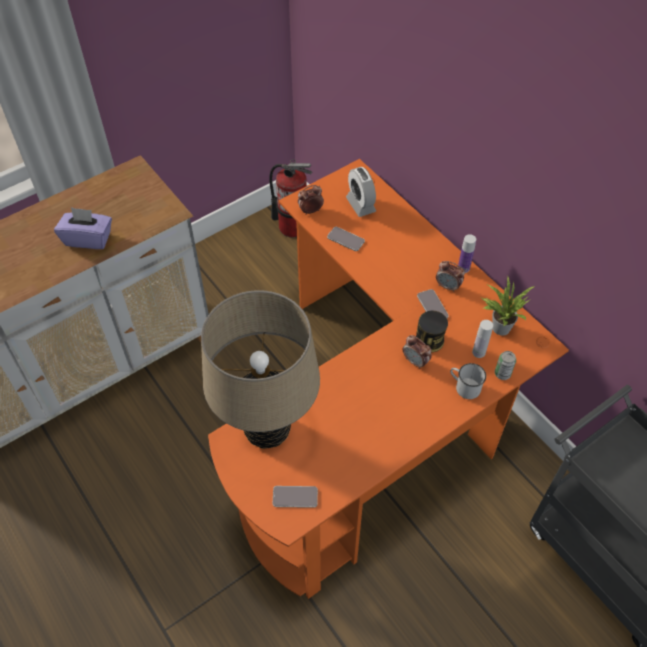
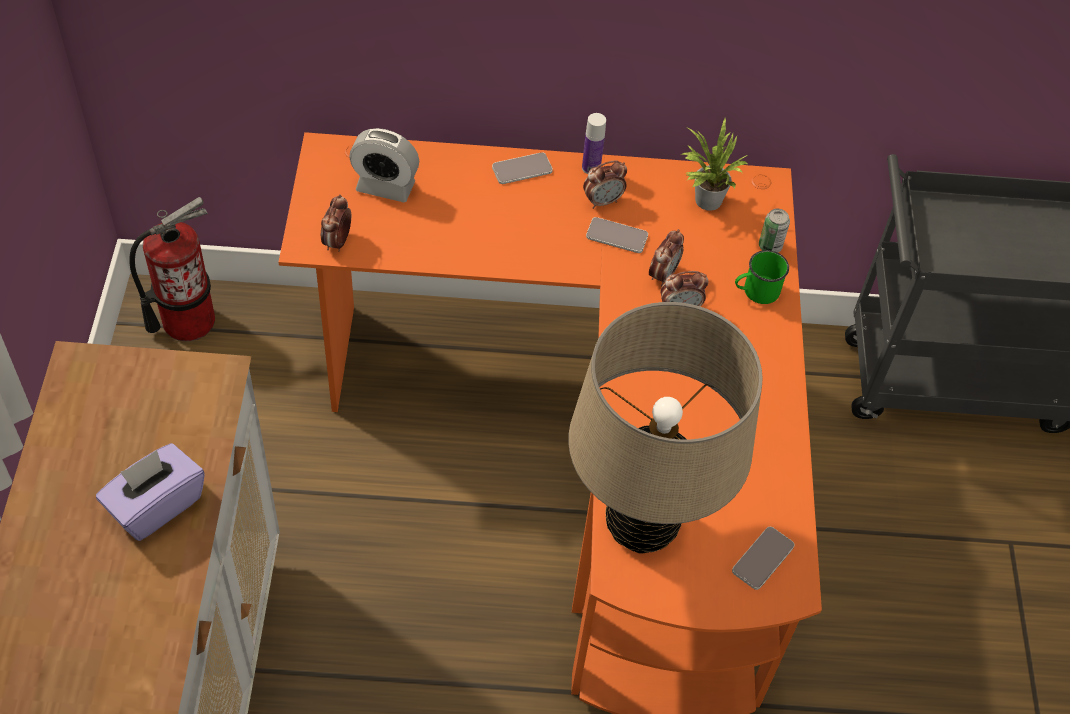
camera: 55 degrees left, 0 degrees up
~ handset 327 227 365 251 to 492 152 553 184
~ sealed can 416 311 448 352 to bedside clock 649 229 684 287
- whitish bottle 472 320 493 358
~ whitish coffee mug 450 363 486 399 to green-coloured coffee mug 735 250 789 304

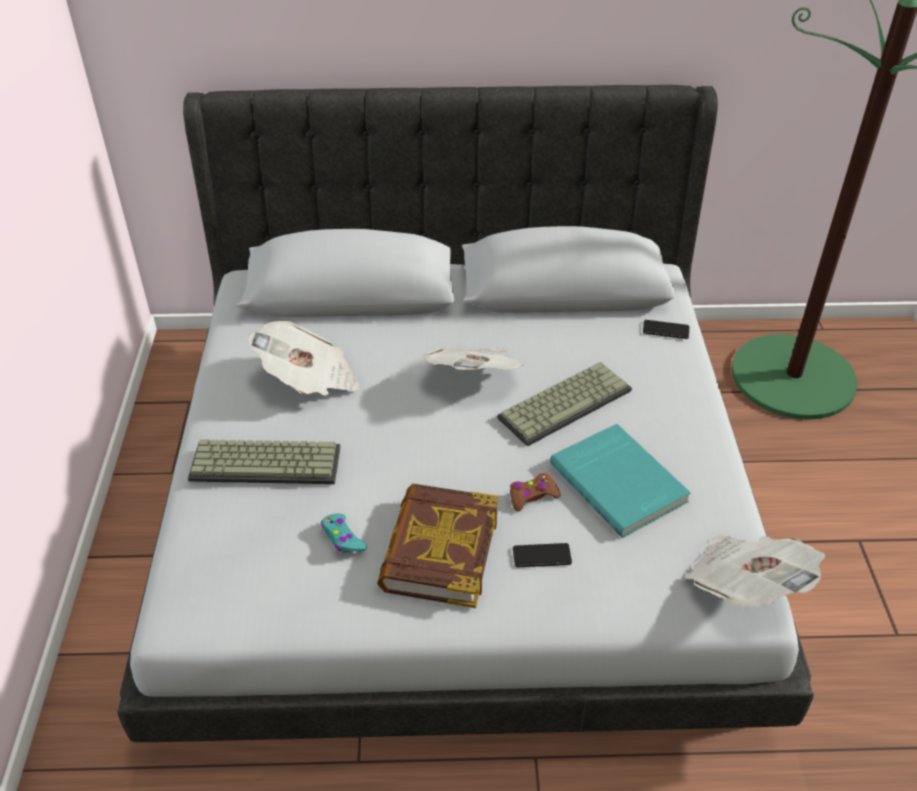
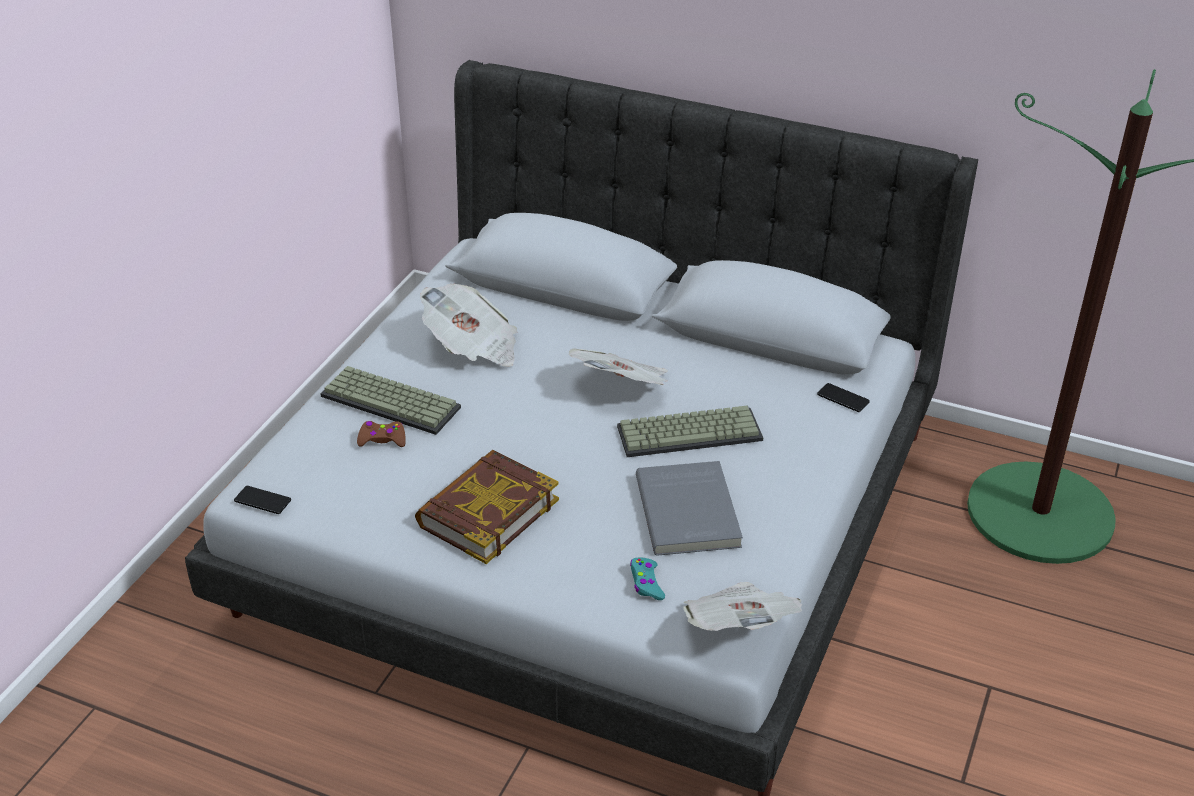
camera: 25 degrees right, 5 degrees down
~ turquoise-coloured book 550 424 691 538 to greyish book 636 461 743 556
~ brownish game controller 510 473 561 512 to 357 421 406 447
~ turquoise-coloured game controller 321 514 367 553 to 630 558 665 600
~ handset 513 543 572 567 to 234 486 291 514

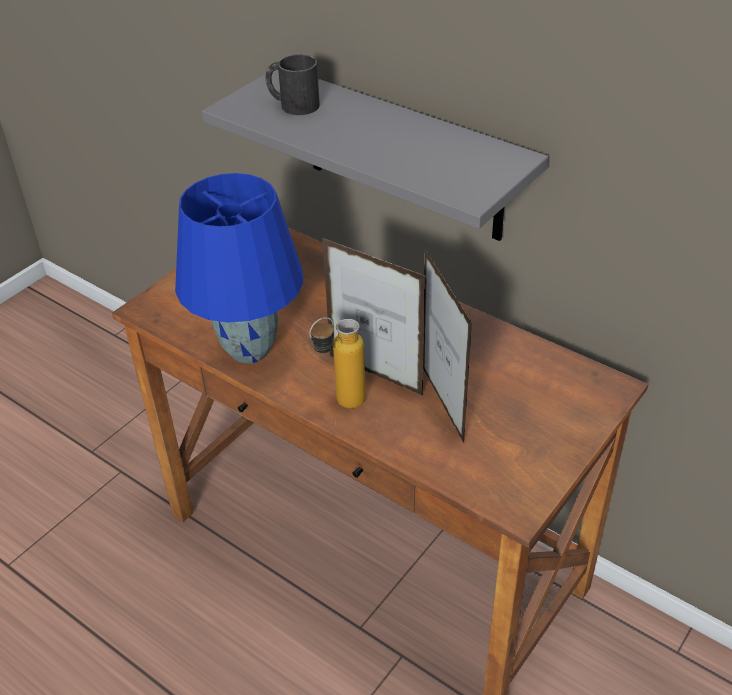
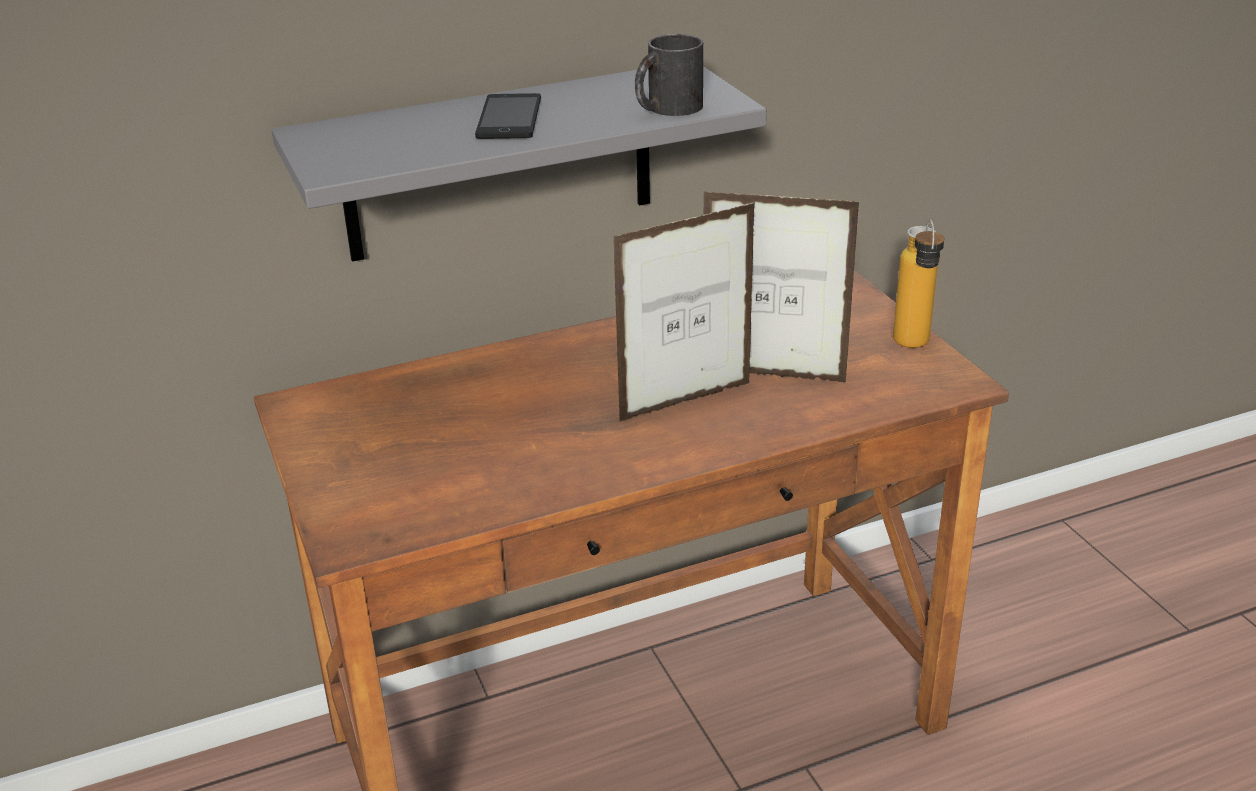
camera: 60 degrees left, 10 degrees down
~ black coffee mug 265 54 320 115 to 635 34 703 116
- blue-coloured table lamp 175 173 303 364
~ bottle 309 317 366 409 to 893 219 944 348
+ handset 475 93 541 139

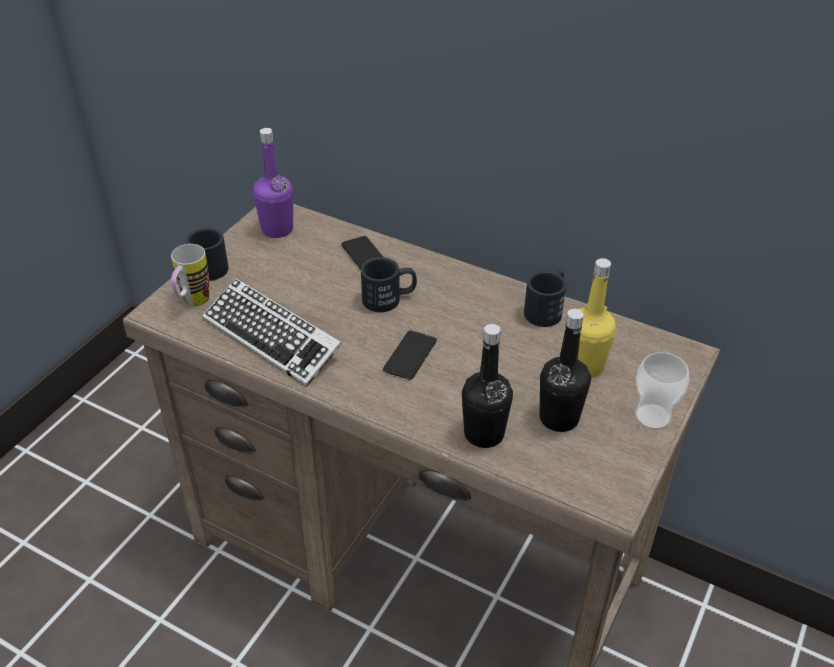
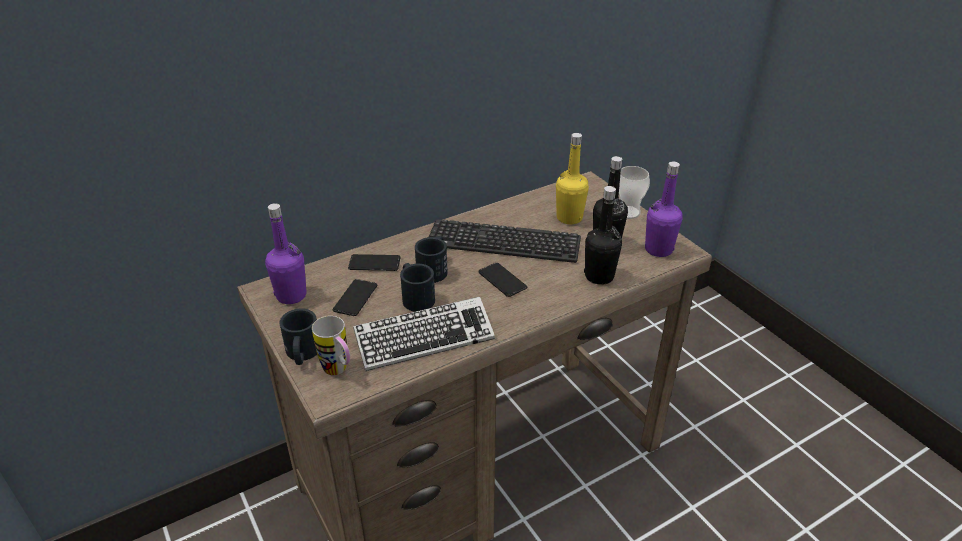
camera: 60 degrees left, 5 degrees down
~ black coffee mug 524 270 567 327 to 400 263 435 312
+ purplish bottle 645 161 682 257
+ PC keyboard 429 219 581 263
+ handset 333 279 377 316

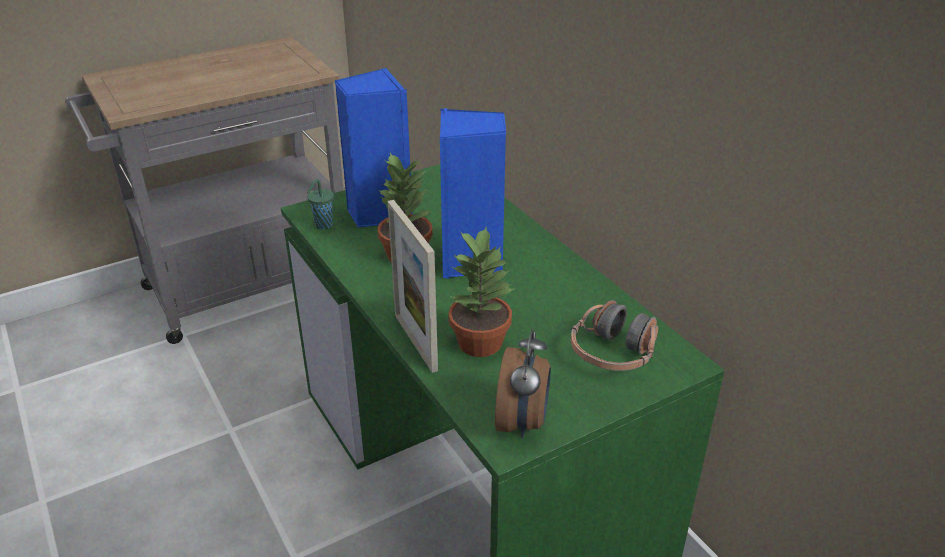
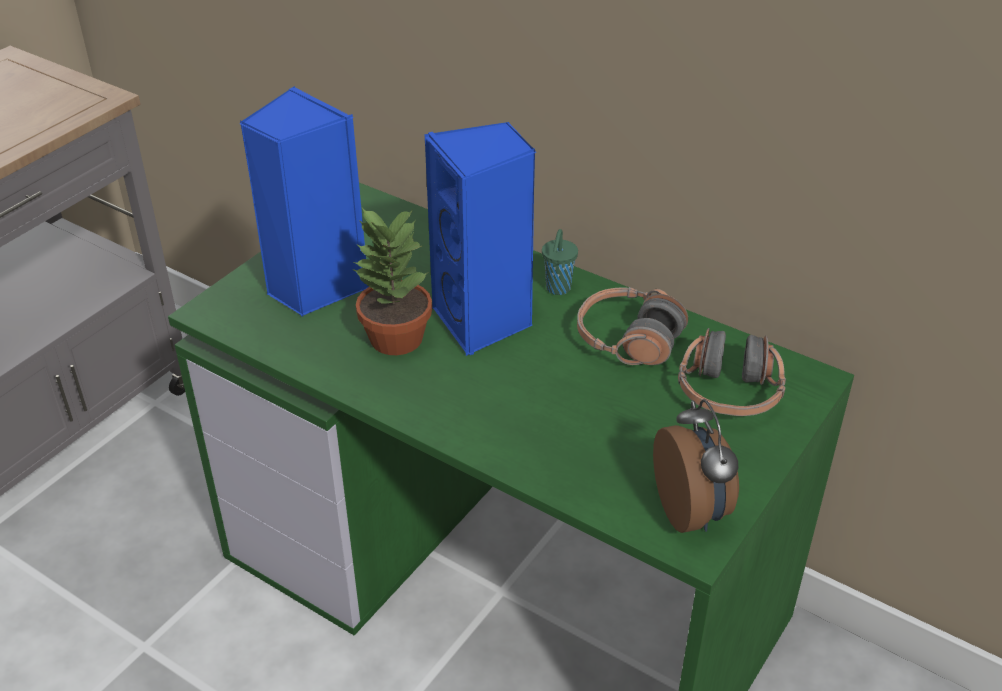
camera: 25 degrees left, 5 degrees up
~ green-coloured drinking cup 307 179 334 229 to 542 229 578 295
- picture frame 388 200 438 373
- plant in a pot 448 227 516 357
+ headphones 577 287 688 365

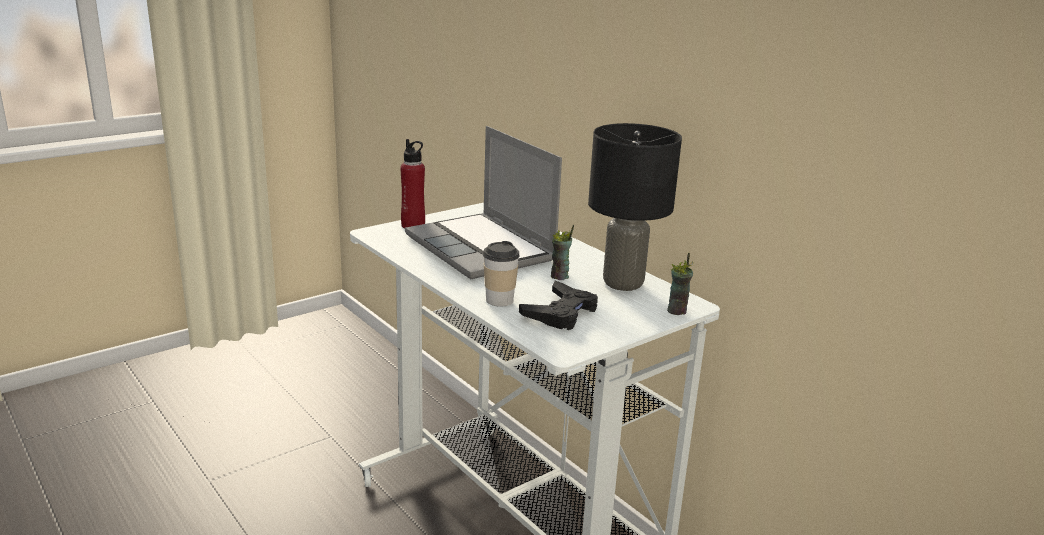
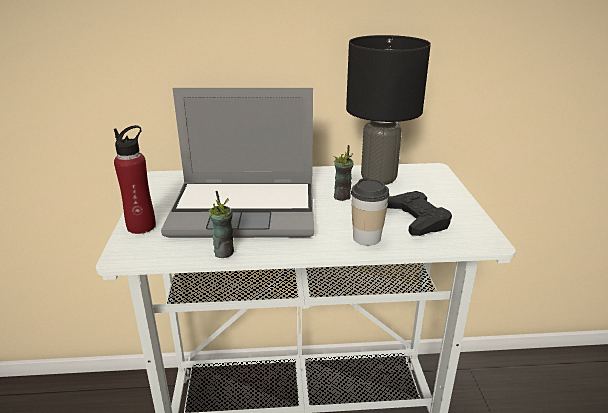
camera: 55 degrees left, 5 degrees up
~ drinking cup 667 253 694 315 to 208 191 234 258

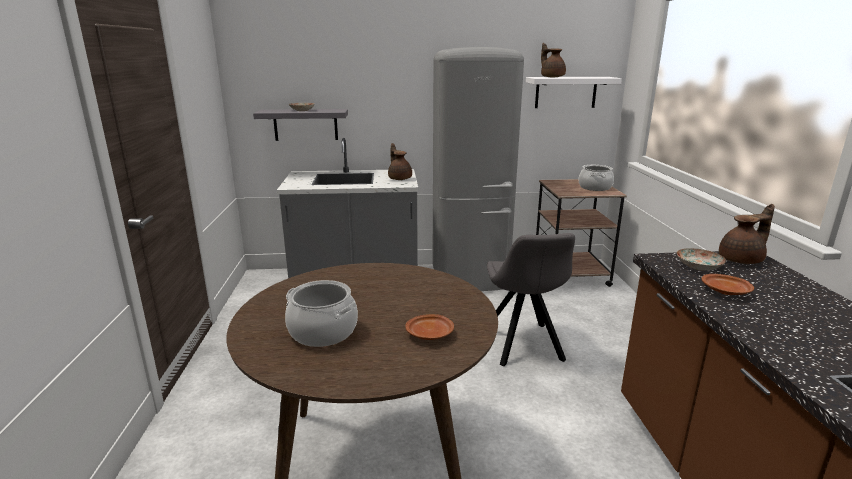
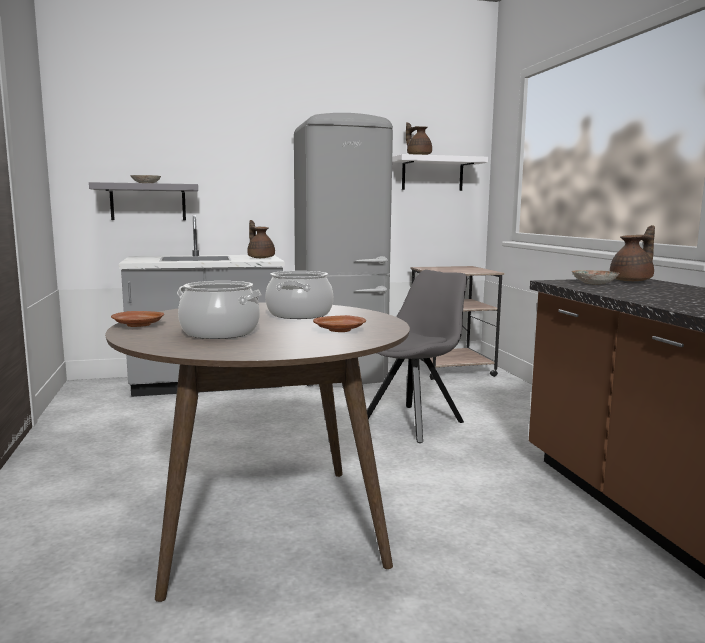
camera: 10 degrees left, 10 degrees down
~ stockpot 579 165 614 191 to 265 271 333 319
~ greyish upright chair 487 233 575 366 = 367 270 467 443 120 degrees counterclockwise
~ brownish plate 702 274 754 295 to 111 311 164 327

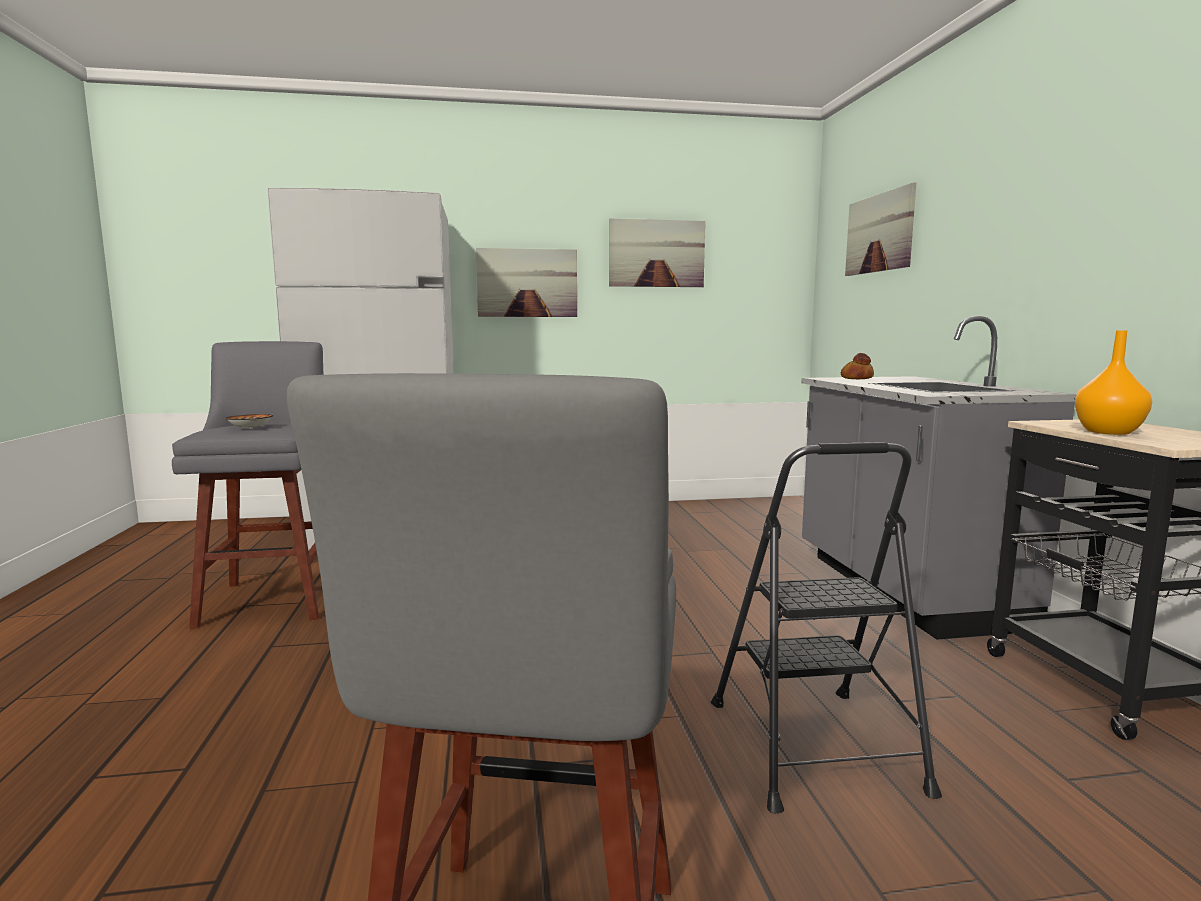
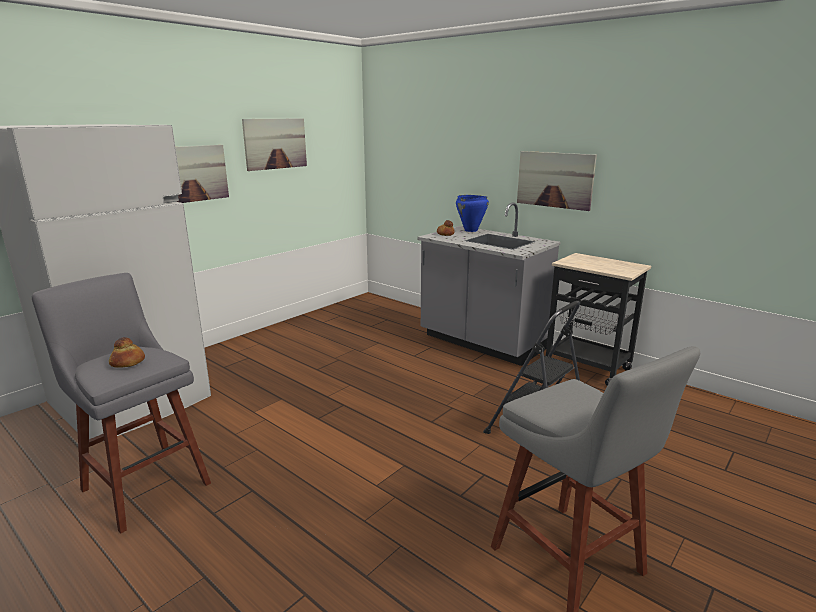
camera: 40 degrees left, 10 degrees up
~ wall art 845 182 916 276 to 517 151 597 211
- orangey vase 1075 331 1152 435
~ deep dish 225 414 273 429 to bread 109 337 145 368
+ blue-coloured stockpot 456 195 489 232

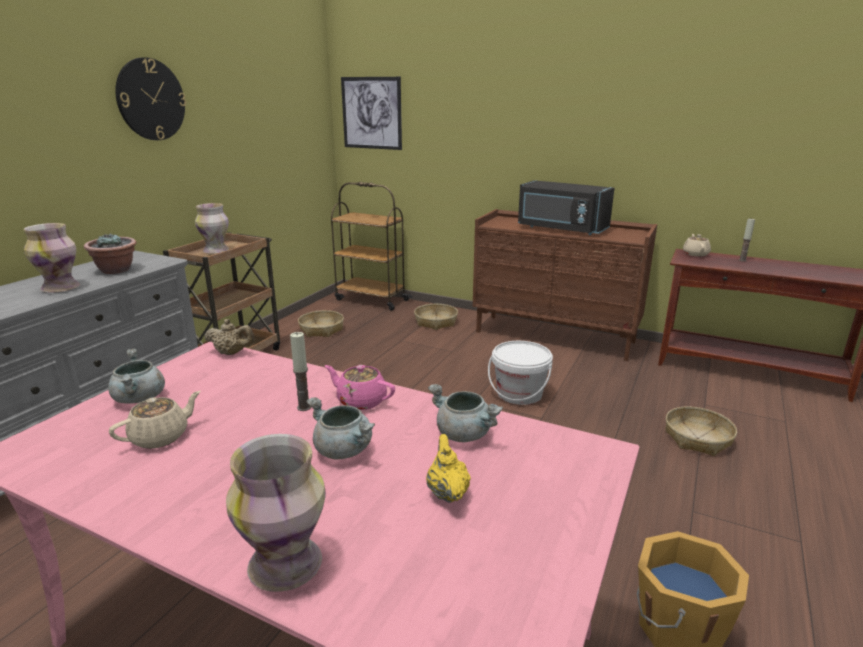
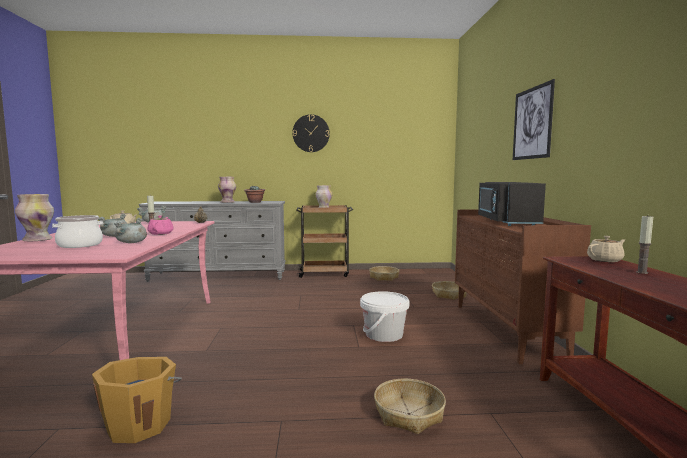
camera: 60 degrees right, 15 degrees down
~ wall art 341 77 402 150 to 513 79 555 160
- brownish cart 331 182 412 311
~ yellow pot for tea 426 434 471 503 to stockpot 52 215 103 248

